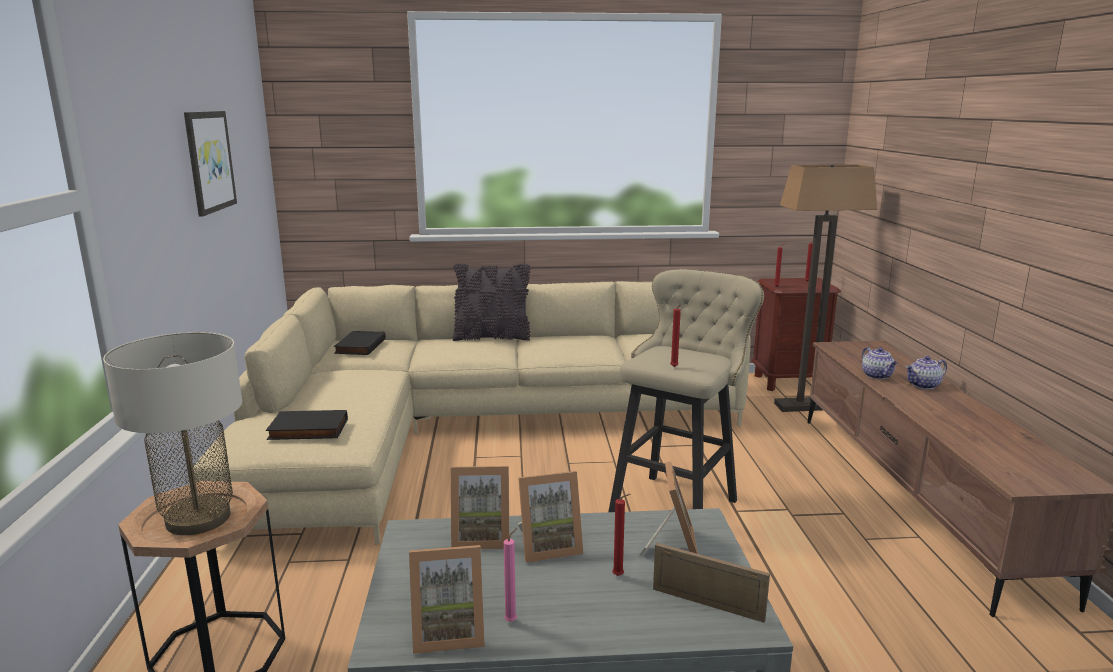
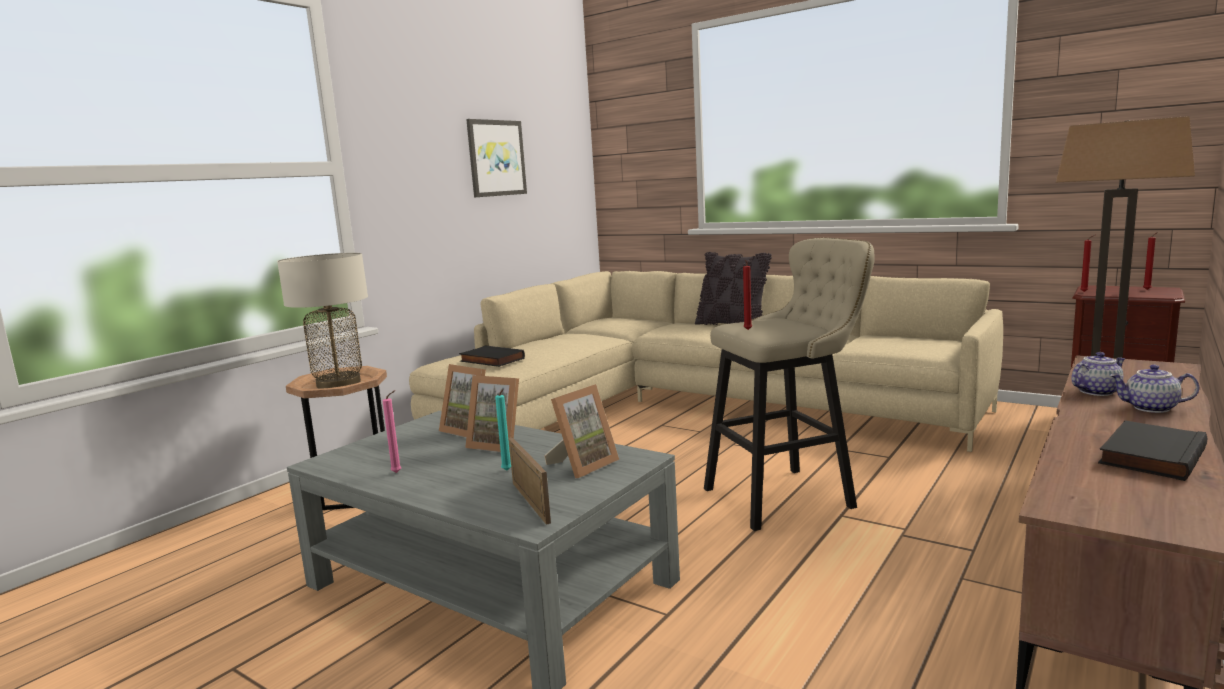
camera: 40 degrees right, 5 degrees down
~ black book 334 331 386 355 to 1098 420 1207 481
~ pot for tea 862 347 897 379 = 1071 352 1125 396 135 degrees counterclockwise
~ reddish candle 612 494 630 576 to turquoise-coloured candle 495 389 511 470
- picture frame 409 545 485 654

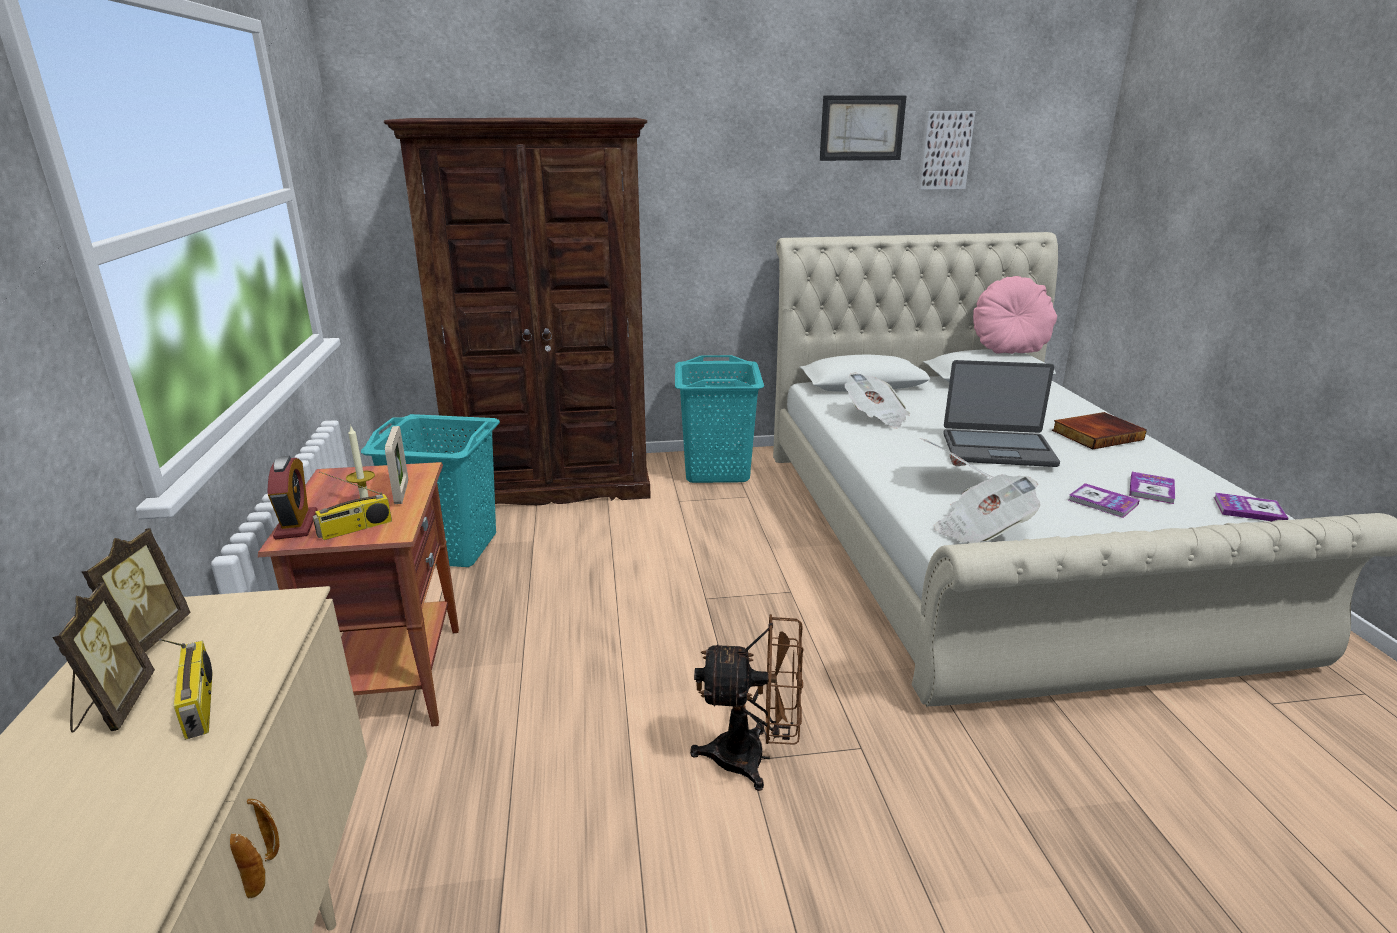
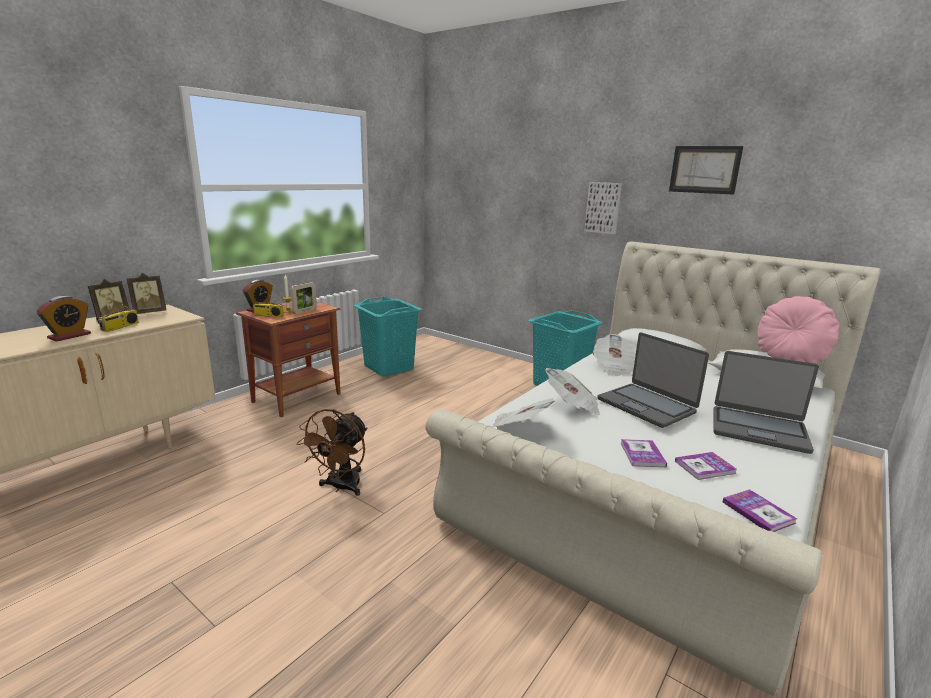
camera: 45 degrees right, 5 degrees down
~ wall art 918 111 975 190 to 584 182 622 234
- brownish clothes cupboard 384 118 651 505
~ book 1052 412 1147 450 to notebook computer 713 351 819 454
~ brownish electric fan 690 614 804 791 = 297 409 367 496 60 degrees clockwise
+ bedside clock 37 296 91 342

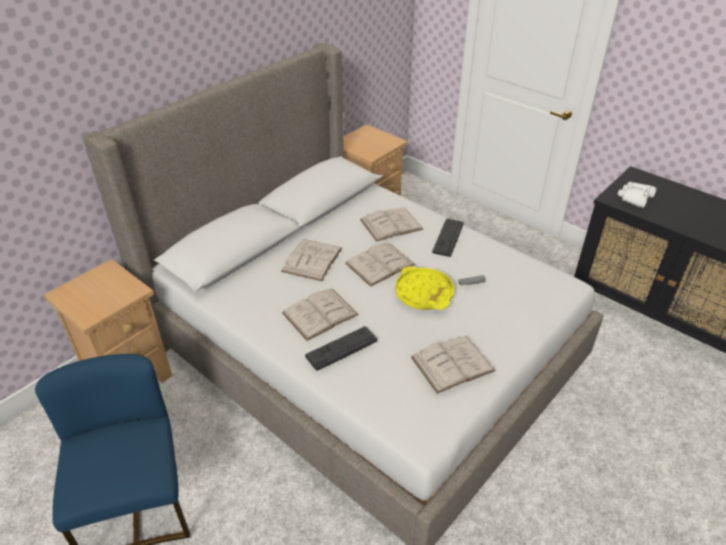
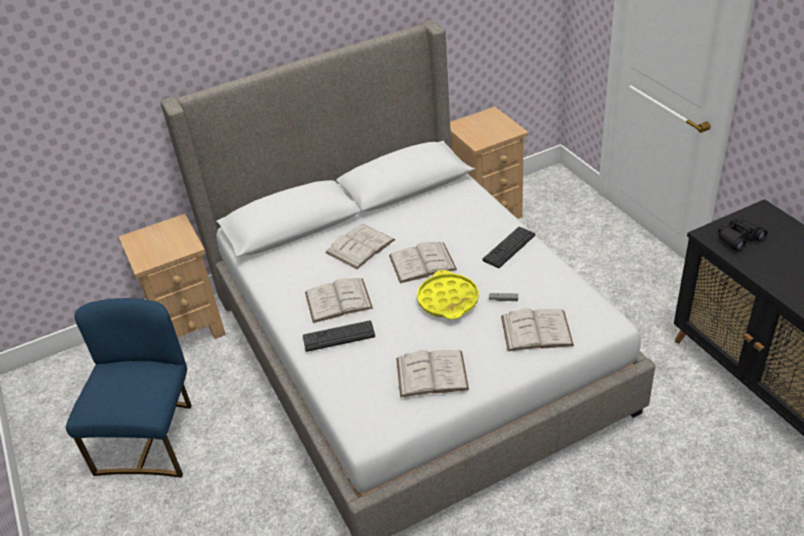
camera: 25 degrees right, 0 degrees up
~ whitish field glasses 617 182 656 208 to black field glasses 718 218 768 251
~ whitish book 360 207 423 242 to 501 309 574 351

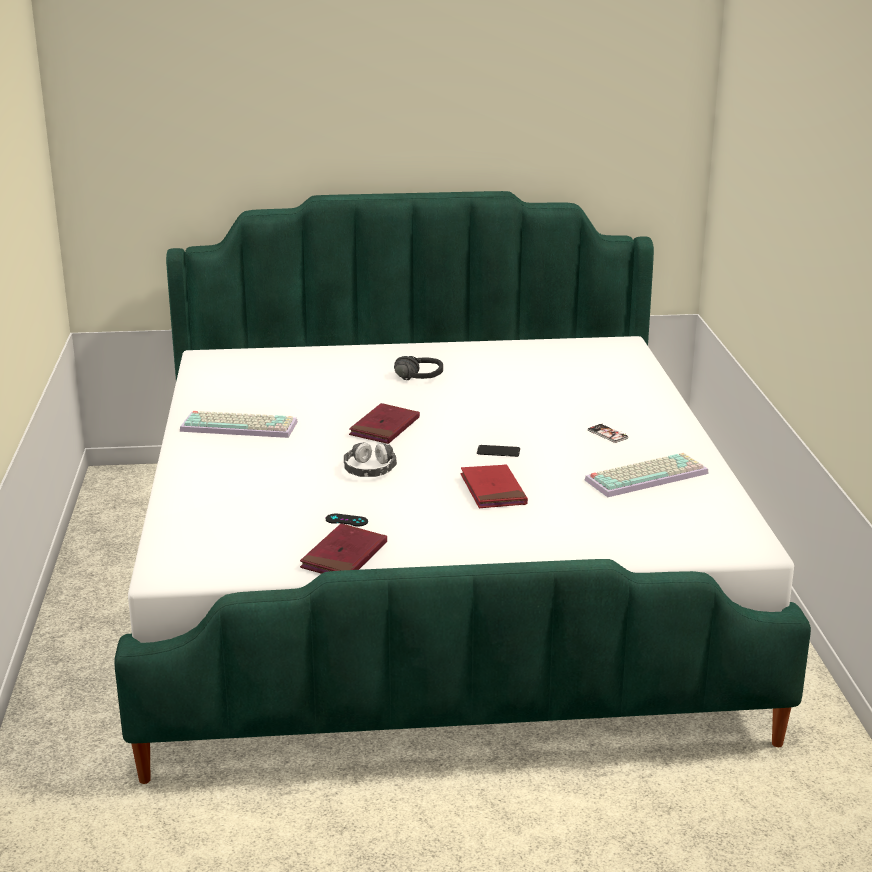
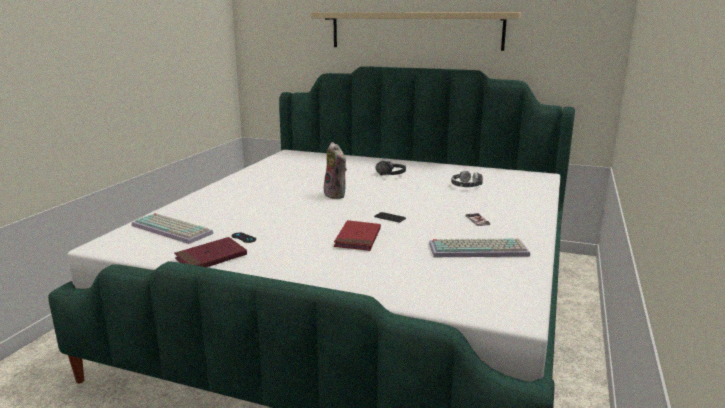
camera: 25 degrees right, 5 degrees down
~ reddish book 349 403 420 444 to cuddly toy 322 142 347 199
~ PC keyboard 180 411 298 438 to 132 213 214 244
~ headphones 344 443 397 477 to 451 171 483 187
+ sand-coloured wall shelf 311 12 522 51

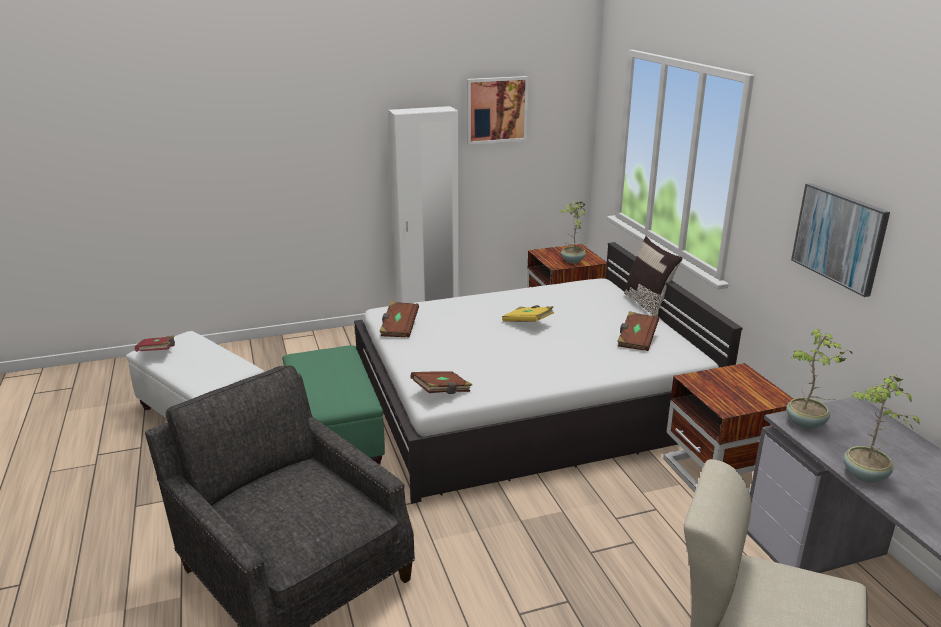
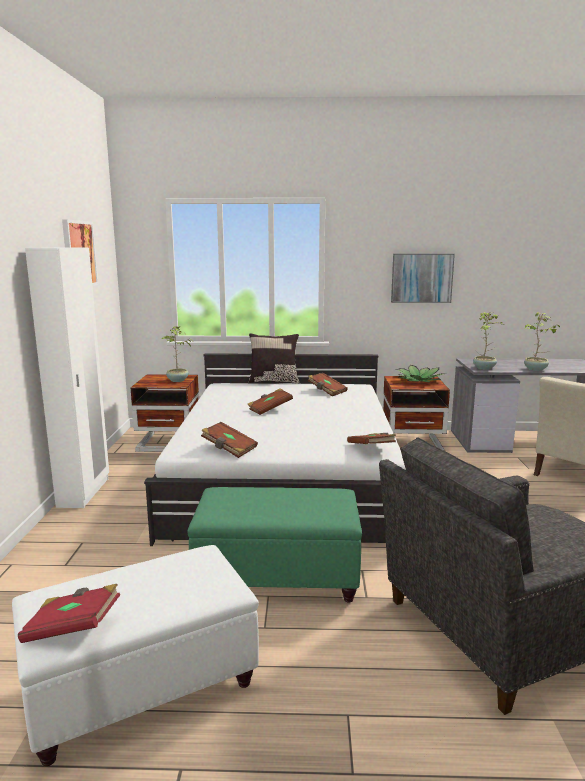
camera: 70 degrees left, 10 degrees down
~ yellow book 502 305 554 321 to brownish book 247 388 293 415
+ plant in a pot 395 365 447 382

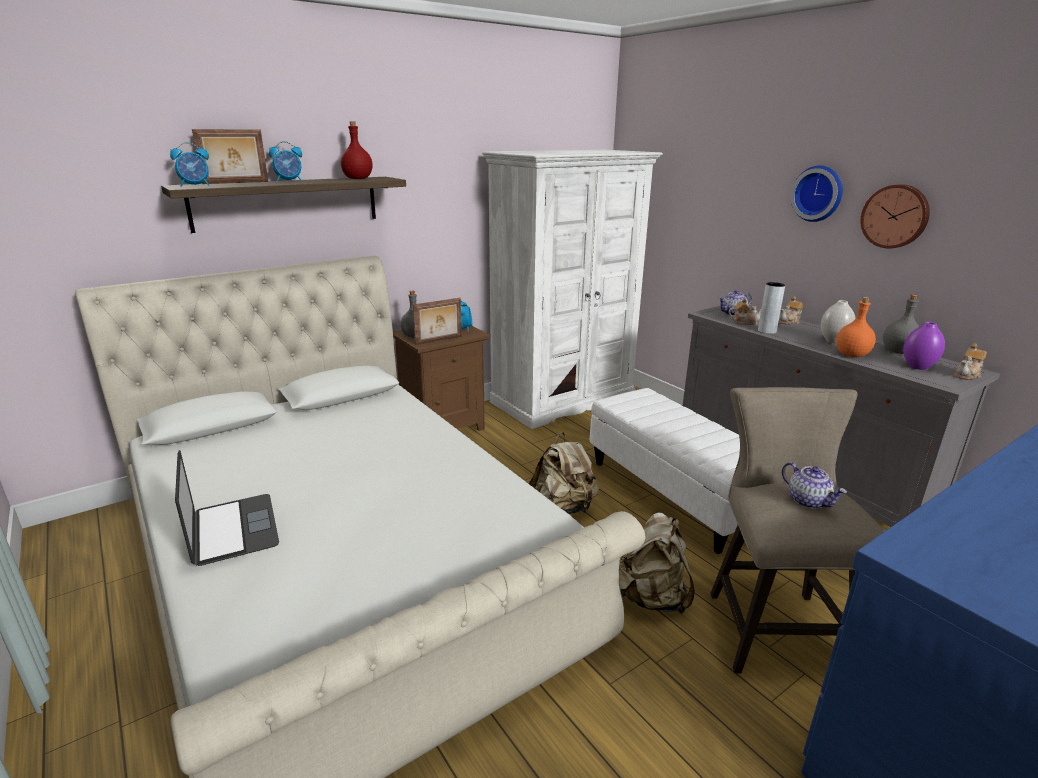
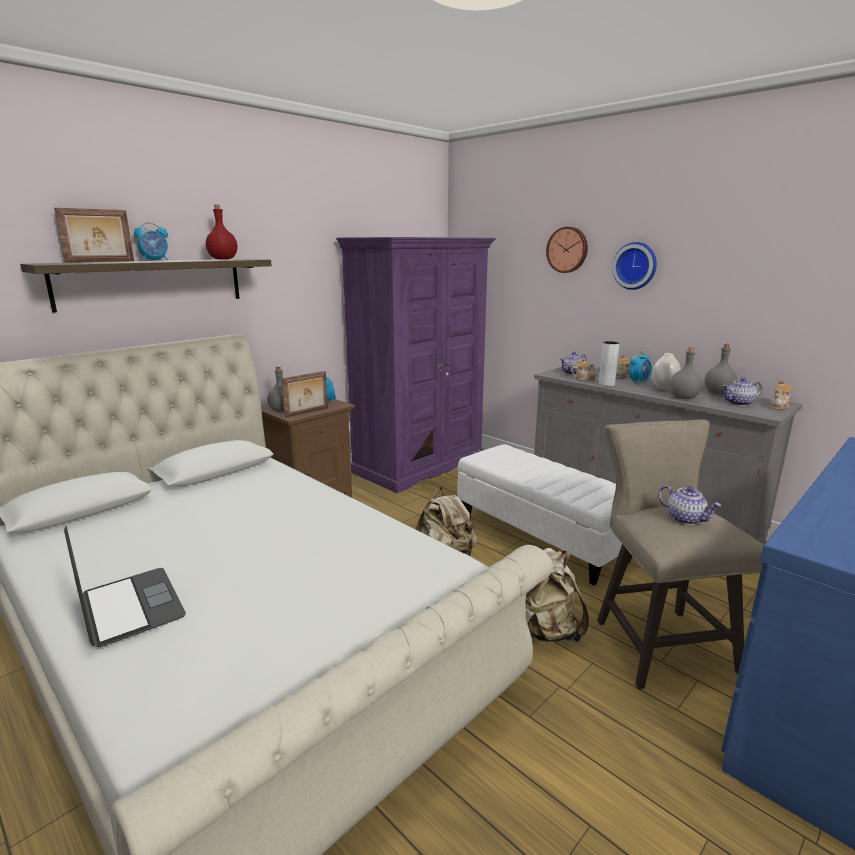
camera: 10 degrees left, 5 degrees down
~ bedside clock 170 142 209 187 to 629 351 652 384
~ whitish clothes cupboard 482 150 663 429 to purplish clothes cupboard 336 237 496 493
~ wall clock 860 184 930 248 to 546 227 588 273
~ orangey bottle 836 297 876 358 to greyish bottle 670 347 702 399
~ purplish vase 903 322 945 370 to pot for tea 722 377 762 406

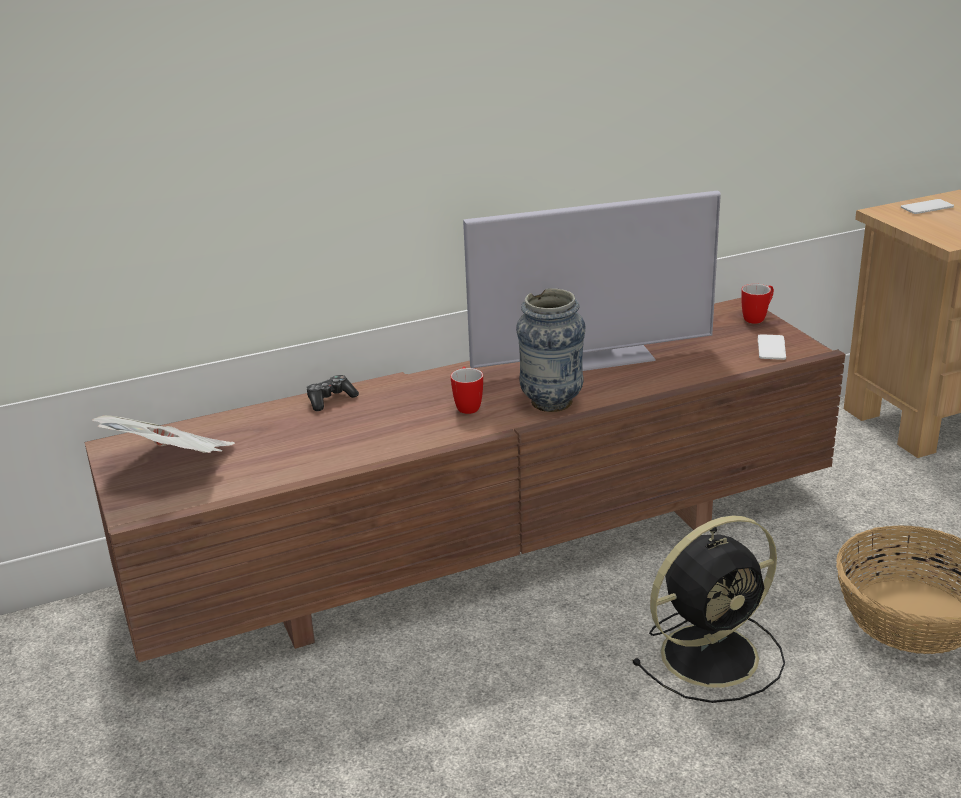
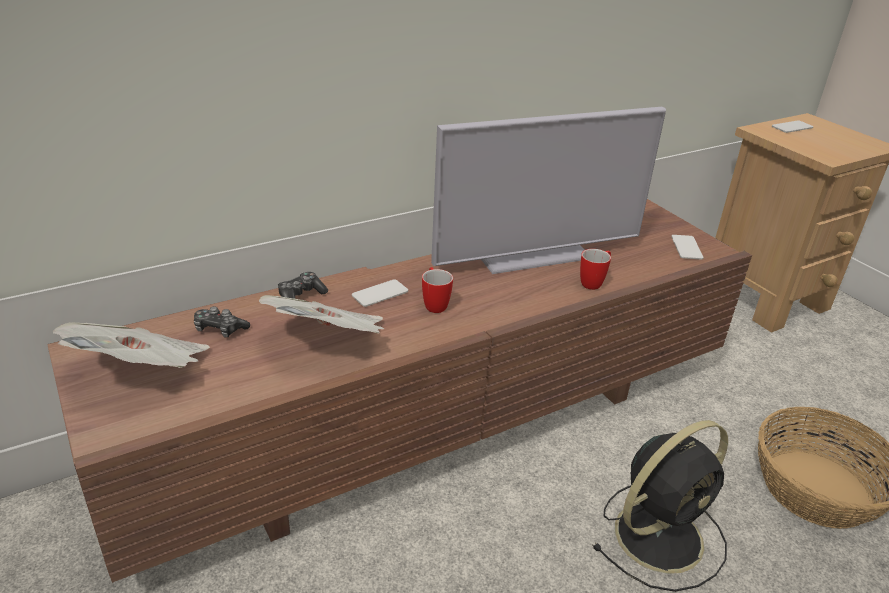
camera: 10 degrees left, 5 degrees up
~ coffee mug 741 284 774 324 to 580 249 611 290
- vase 516 288 586 412
+ handset 352 279 408 307
+ daily paper 259 295 384 333
+ game controller 194 306 250 337

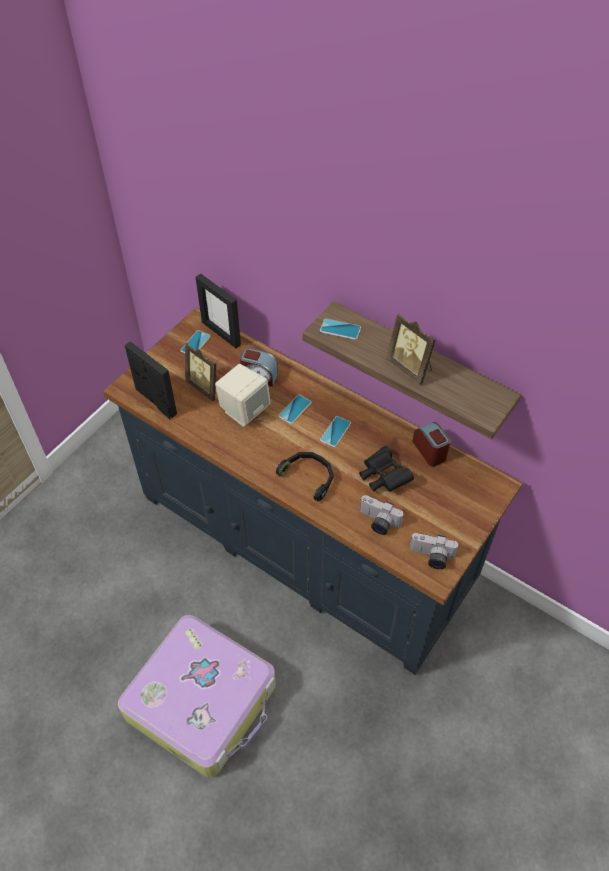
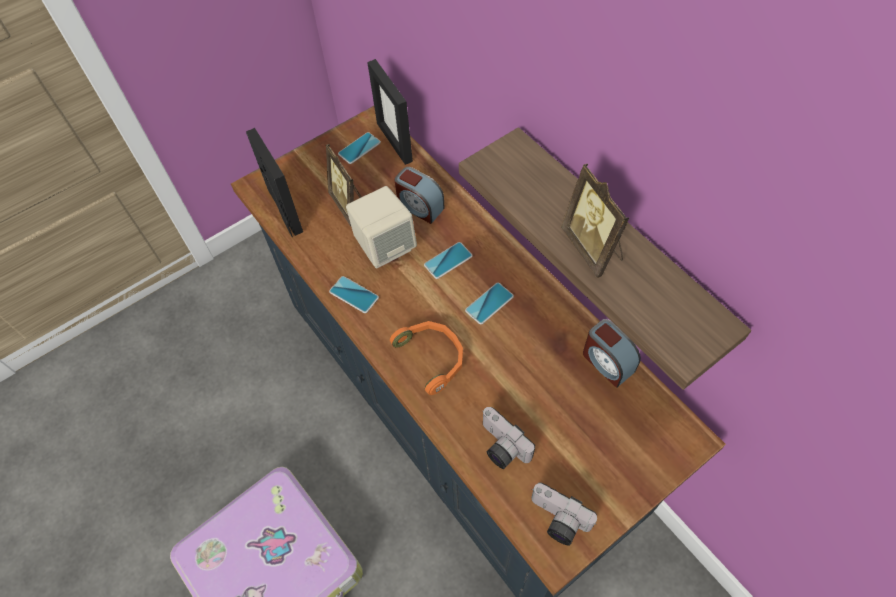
camera: 20 degrees right, 5 degrees up
~ handset 320 319 361 340 to 329 276 379 313
~ bedside clock 412 422 451 466 = 583 319 641 388 150 degrees clockwise
- black field glasses 359 446 414 492
~ black headphones 276 452 334 501 to orangey headphones 390 321 463 395

